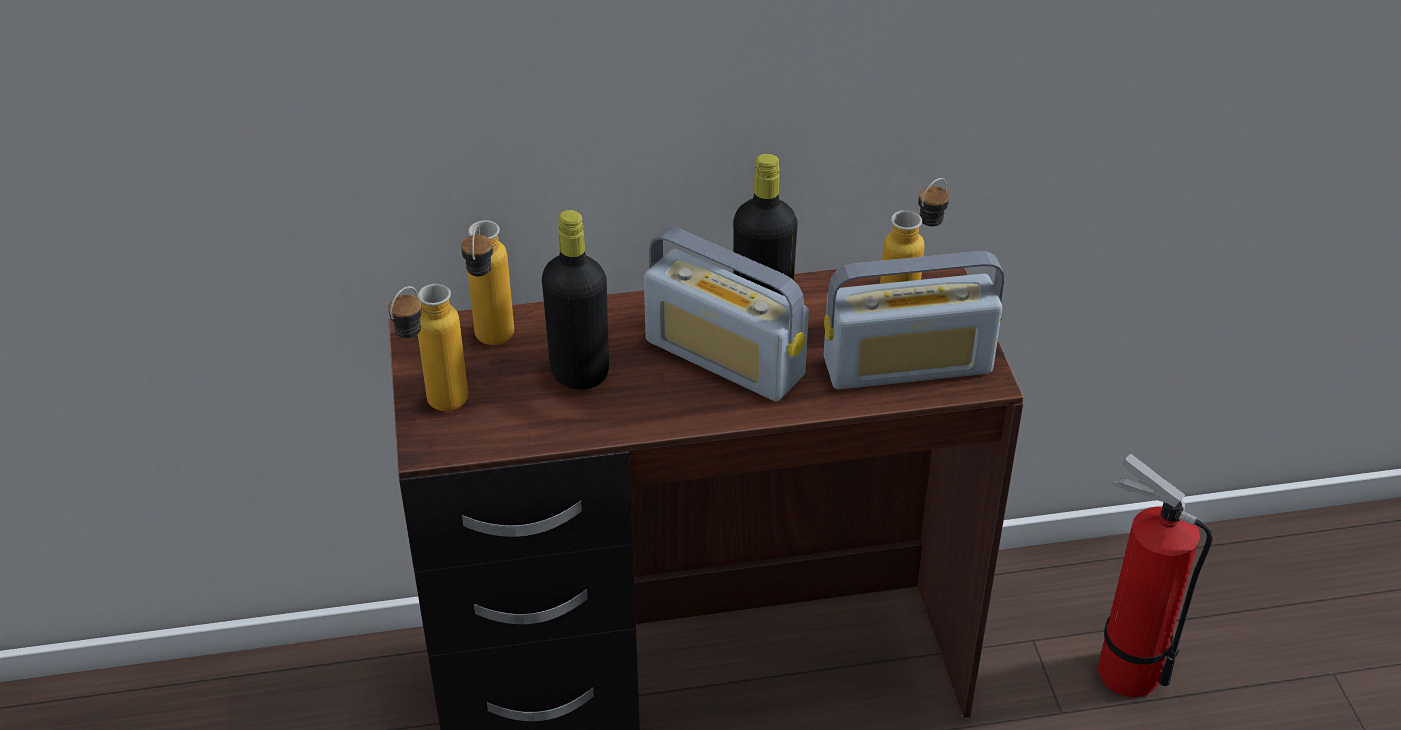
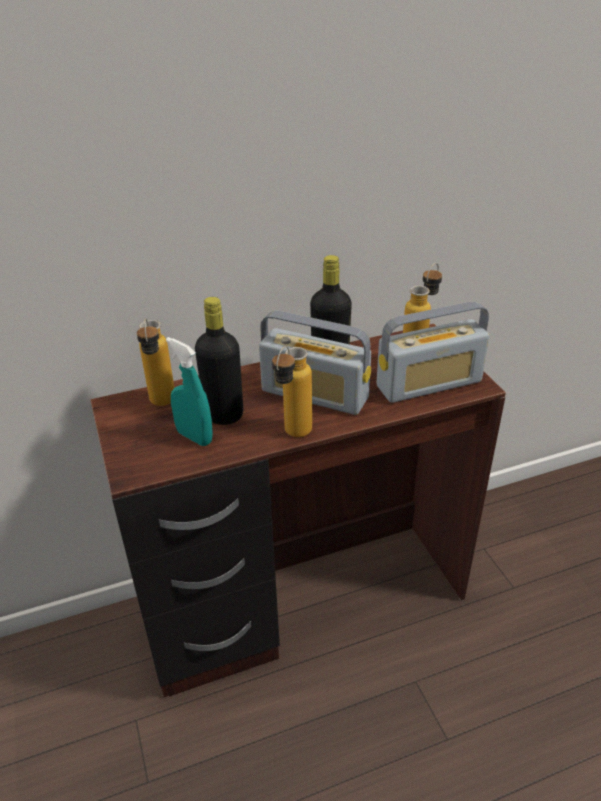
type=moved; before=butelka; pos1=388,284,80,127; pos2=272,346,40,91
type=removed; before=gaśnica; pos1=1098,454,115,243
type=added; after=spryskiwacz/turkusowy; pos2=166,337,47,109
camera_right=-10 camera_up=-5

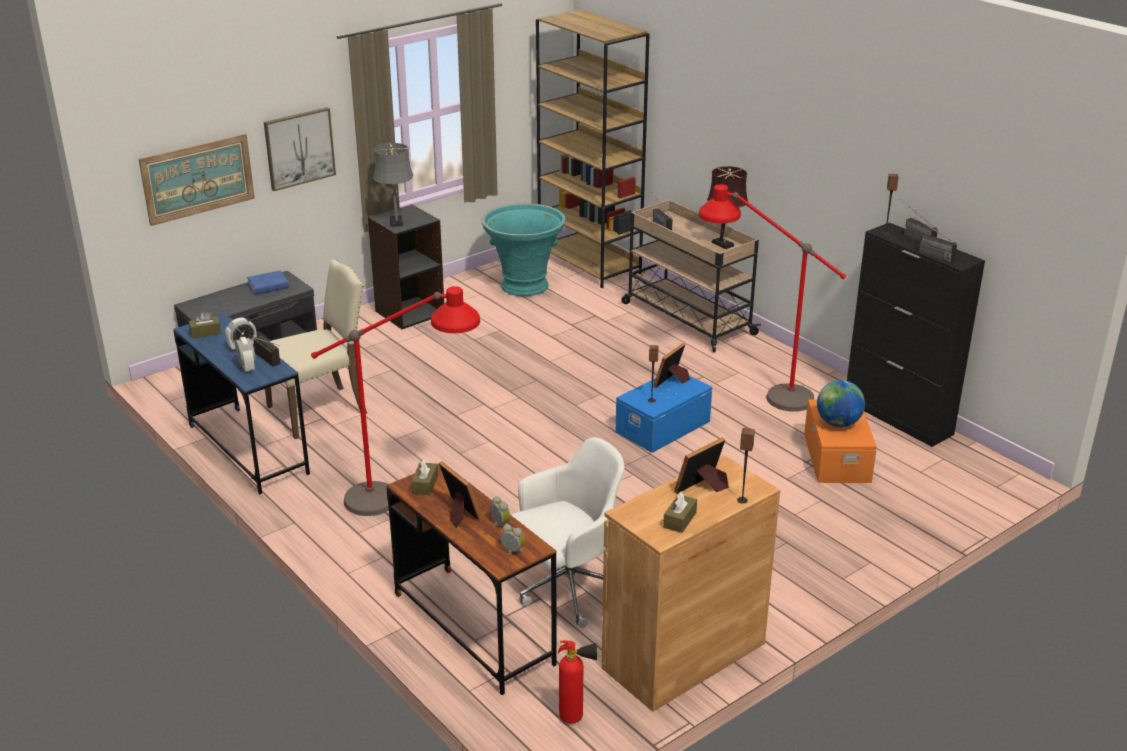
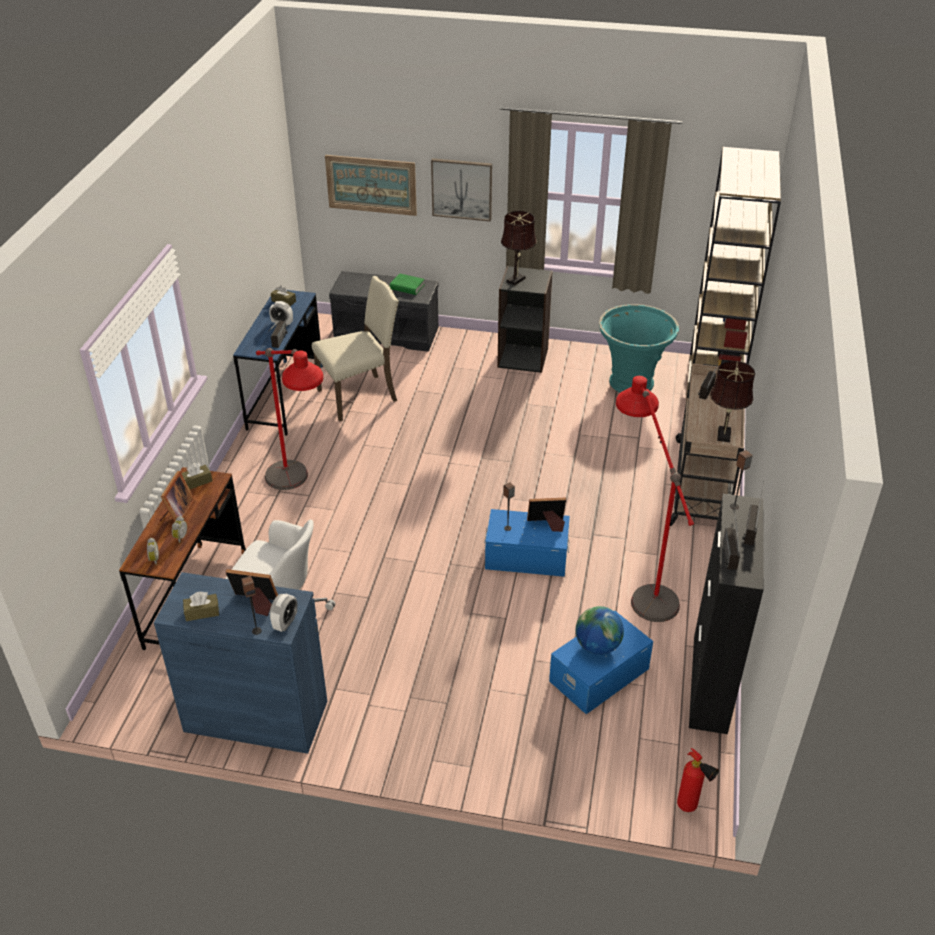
type=recoloured; before=lampa stołowa/szary; after=lampa stołowa/brązowy; pos1=373,143,40,84; pos2=501,211,36,74
type=turned; before=krzesło/beżowy; pos1=265,260,102,179; pos2=312,276,87,146; turn=-45
type=recoloured; before=książka/niebieski; after=książka/zielony; pos1=247,271,42,24; pos2=390,273,35,22
type=moved; before=budzik; pos1=235,337,20,35; pos2=270,593,28,39
type=recoloured; before=pojemnik do przechowywania/pomarańczowy; after=pojemnik do przechowywania/niebieski; pos1=804,399,73,84; pos2=549,611,104,103
type=recoloured; before=szafka/brązowy; after=szafka/niebieski; pos1=601,455,179,257; pos2=154,572,173,182
type=moved; before=gaśnica; pos1=558,640,39,83; pos2=677,748,42,64
camera_right=50 camera_up=10

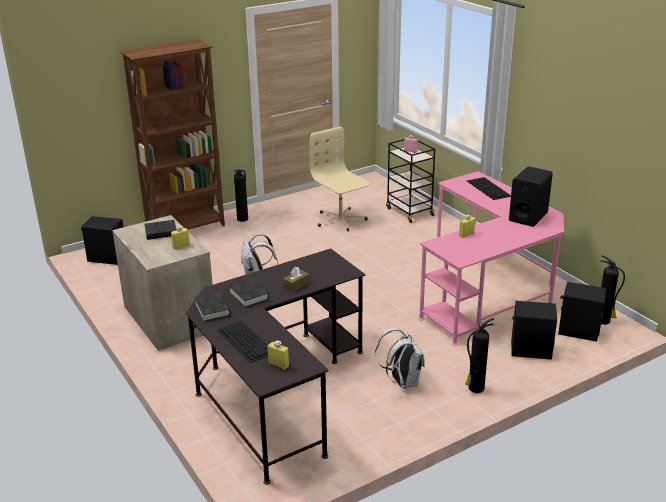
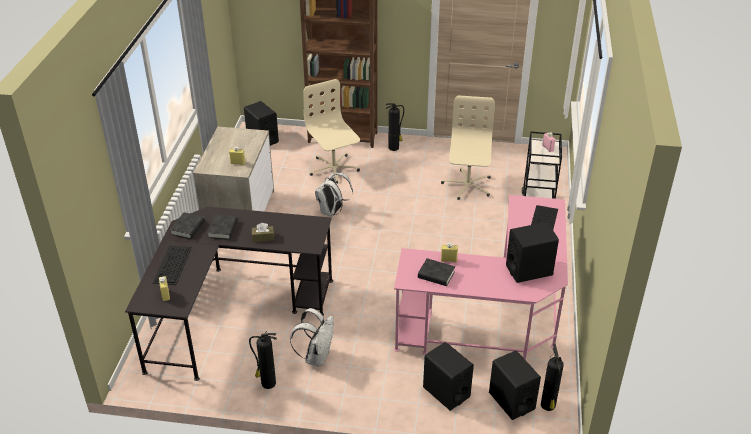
type=moved; before=książka/czarny; pos1=144,220,33,20; pos2=418,258,37,28
type=moved; before=gaśnica; pos1=465,318,29,75; pos2=249,331,28,58
type=added; after=krzesło biurowe/beżowy; pos2=303,79,57,105
camera_right=40 camera_up=10

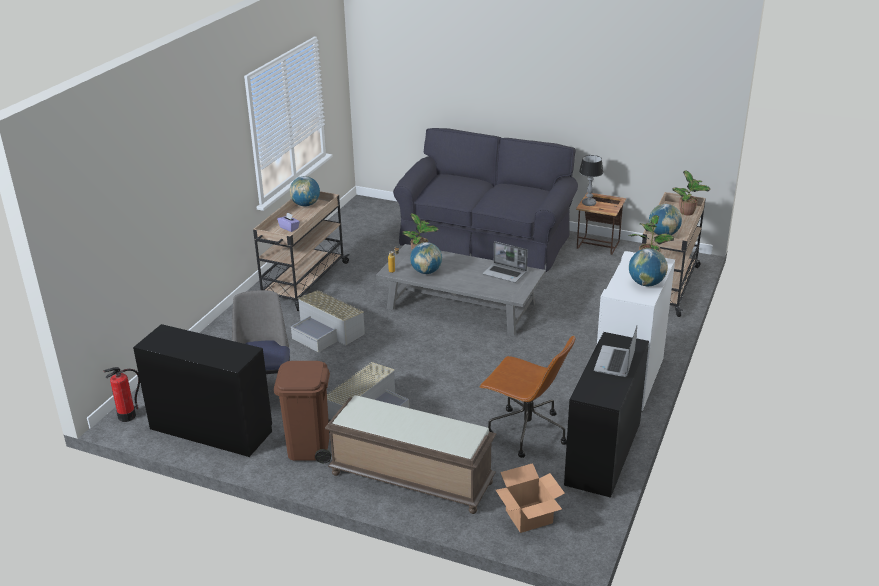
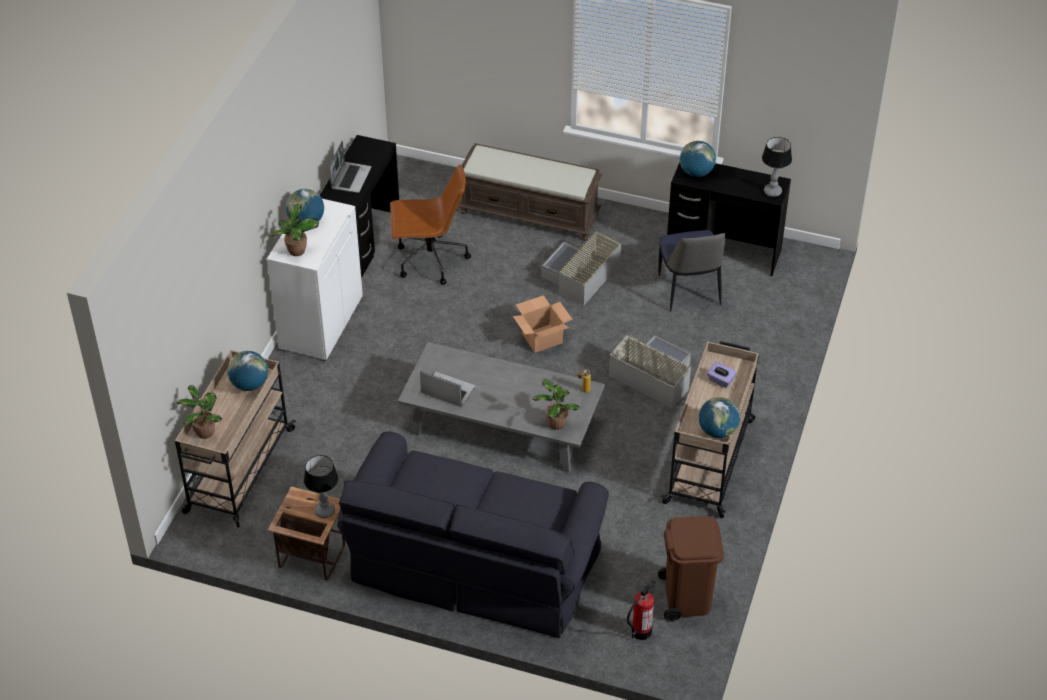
type=moved; before=globus; pos1=410,242,32,32; pos2=680,141,36,36
type=turned; before=krzesło biurowe/brązowy; pos1=479,335,96,123; pos2=390,165,81,120; turn=150
type=moved; before=kosz na śmieci/brązowy; pos1=274,361,57,103; pos2=658,516,66,105
type=moved; before=gaśnica; pos1=103,367,37,55; pos2=627,579,30,61
type=moved; before=karton; pos1=496,463,69,70; pos2=513,295,60,58
type=added; after=lampa stołowa; pos2=762,137,30,60
camera_right=175 camera_up=15

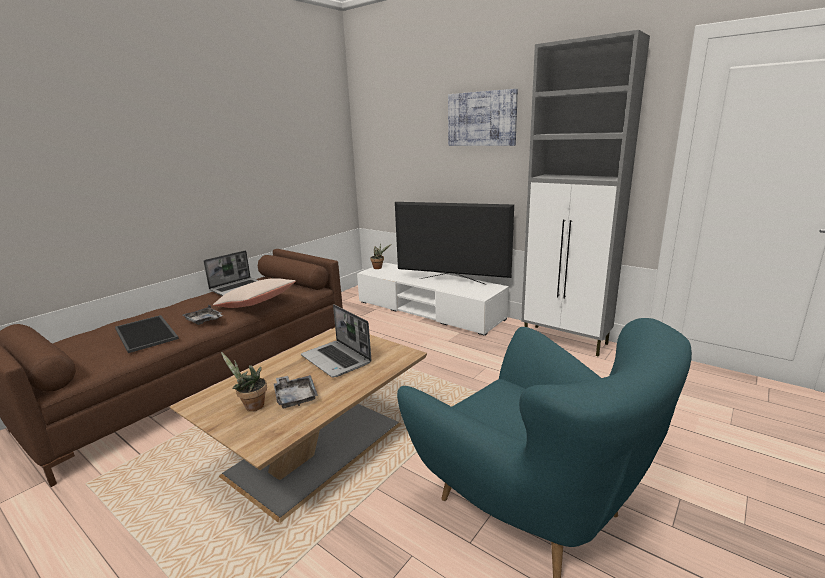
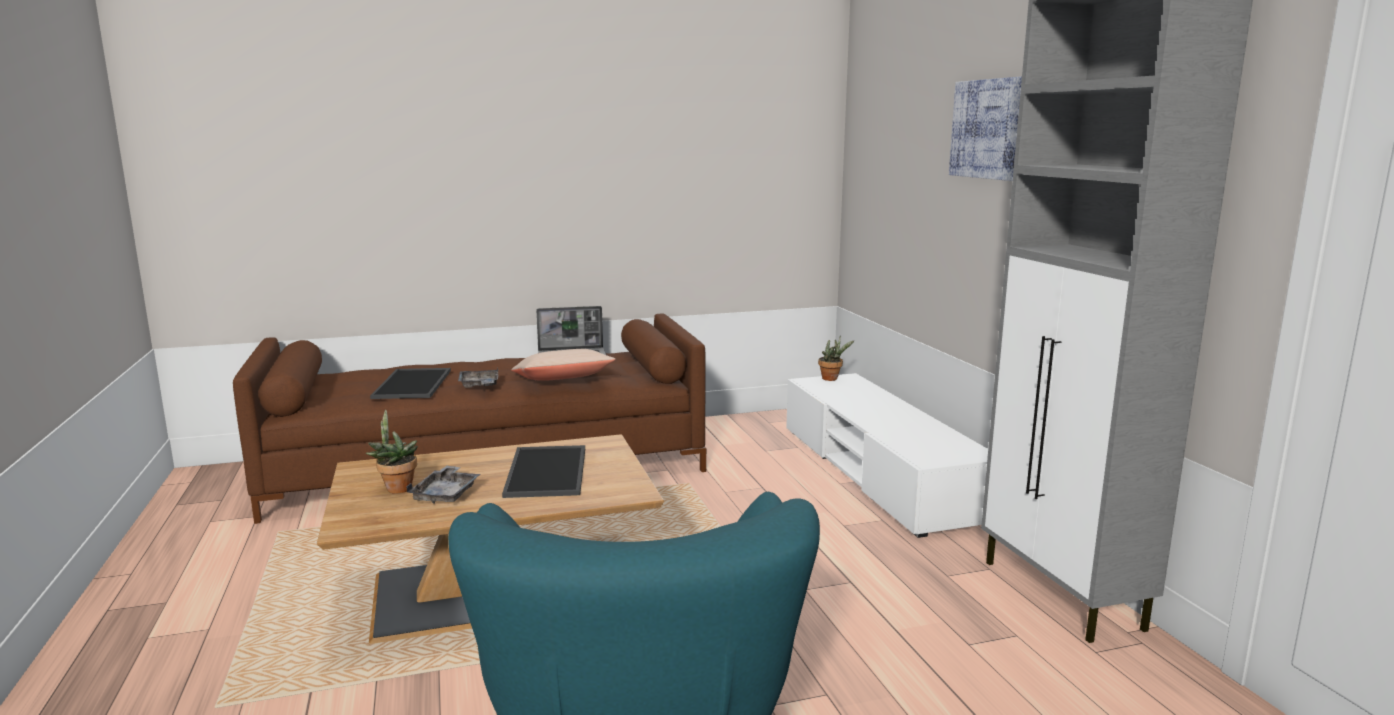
type=removed; before=telewizor; pos1=395,202,119,83
type=replaced; before=laptop; after=taca; pos1=301,304,71,73; pos2=502,445,83,53
camera_right=35 camera_up=-5

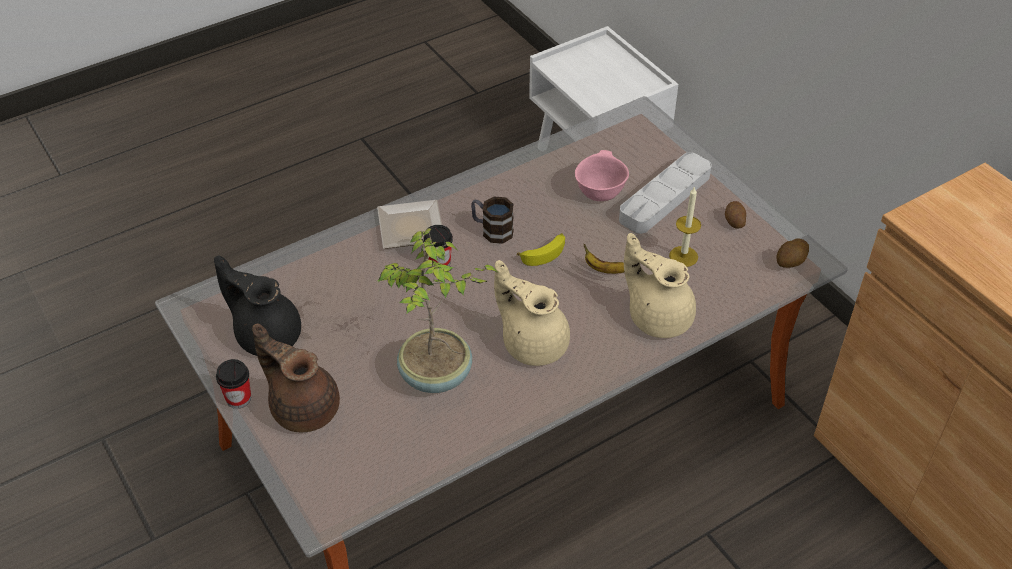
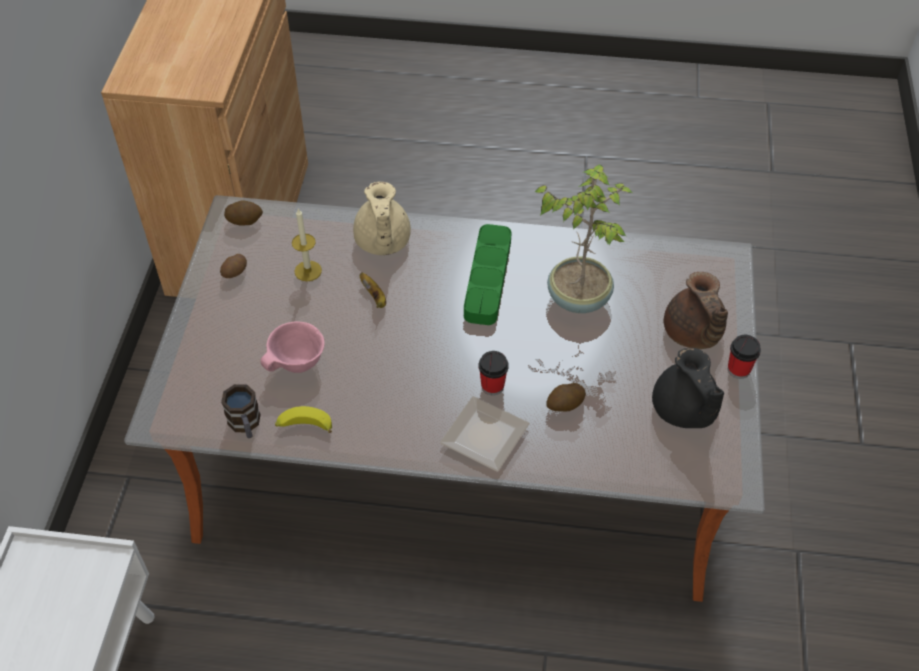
type=removed; before=taca/szary; pos1=619,152,93,82
type=moved; before=kubek; pos1=471,197,43,47; pos2=221,384,40,54
type=moved; before=banan; pos1=517,233,48,33; pos2=275,406,57,27
type=replaced; before=imbryk/beżowy; after=taca/zielony; pos1=494,260,76,106; pos2=464,224,48,101
type=added; after=ziemniak; pos2=546,383,40,29
camera_right=-140 camera_up=5

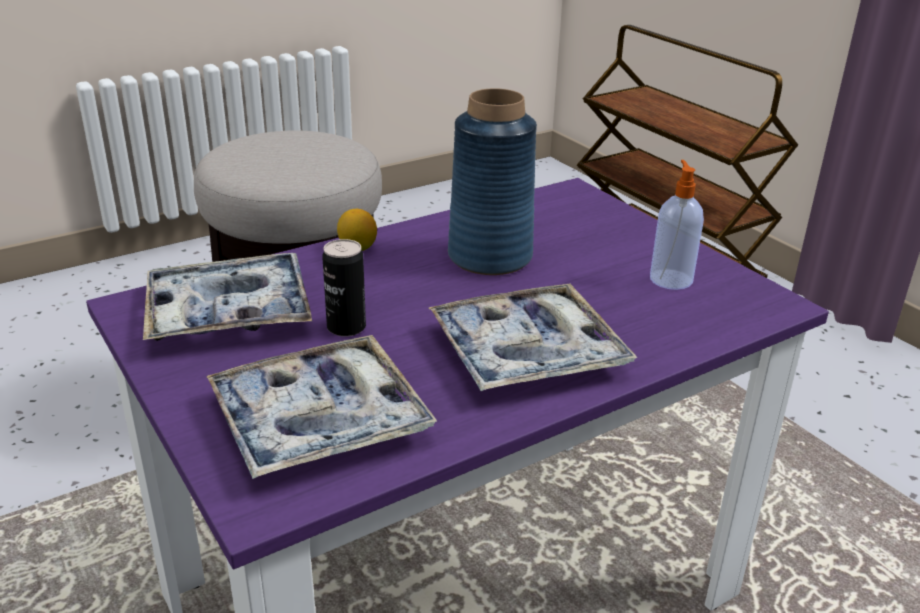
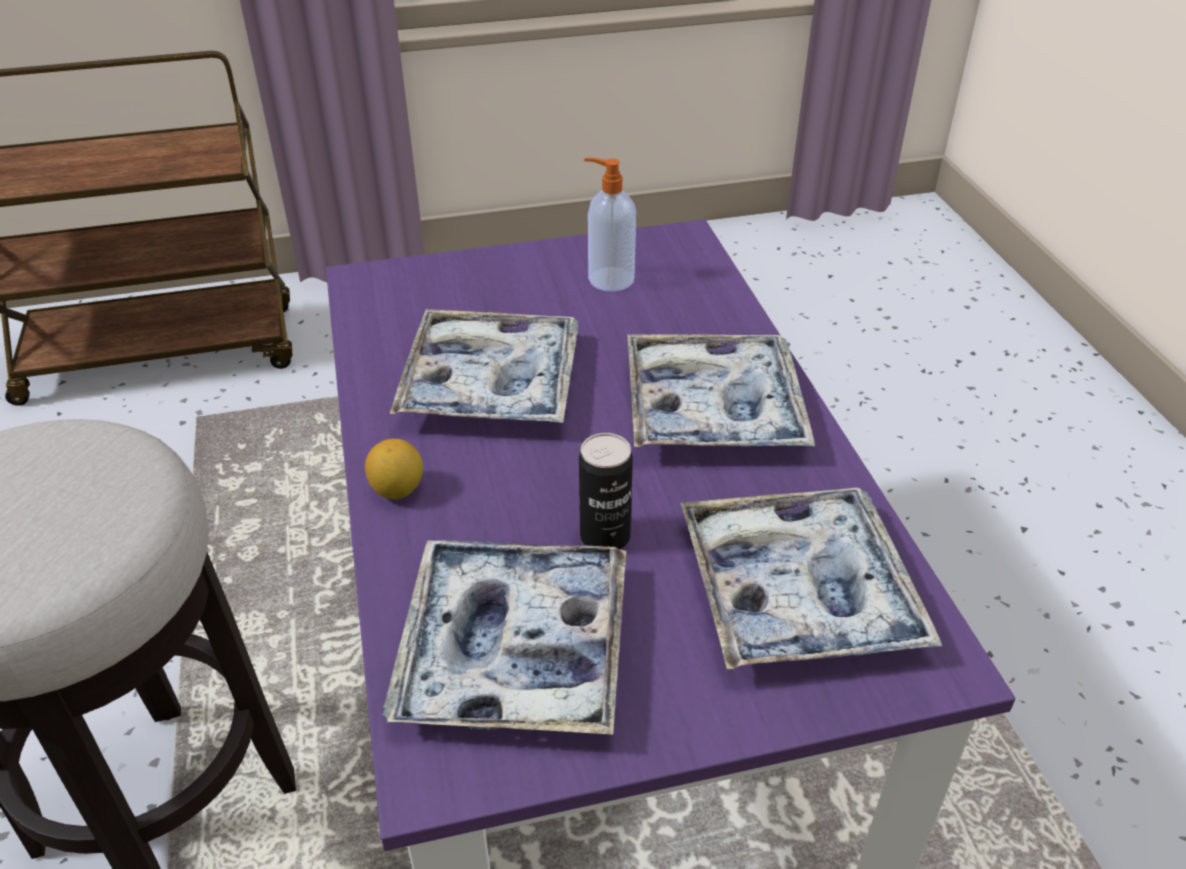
type=replaced; before=wazon/niebieski; after=taca; pos1=448,88,89,187; pos2=390,309,188,114
camera_right=-70 camera_up=10

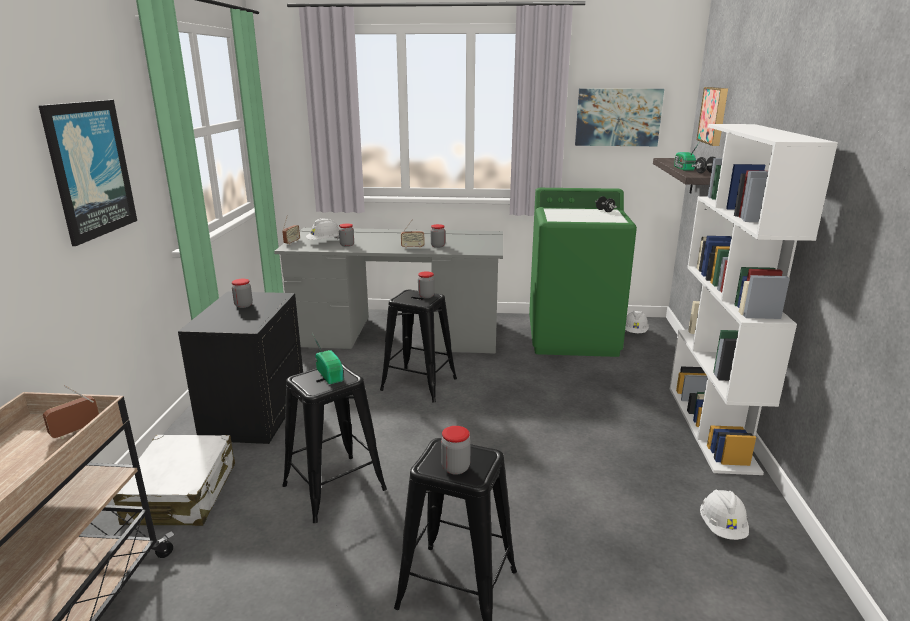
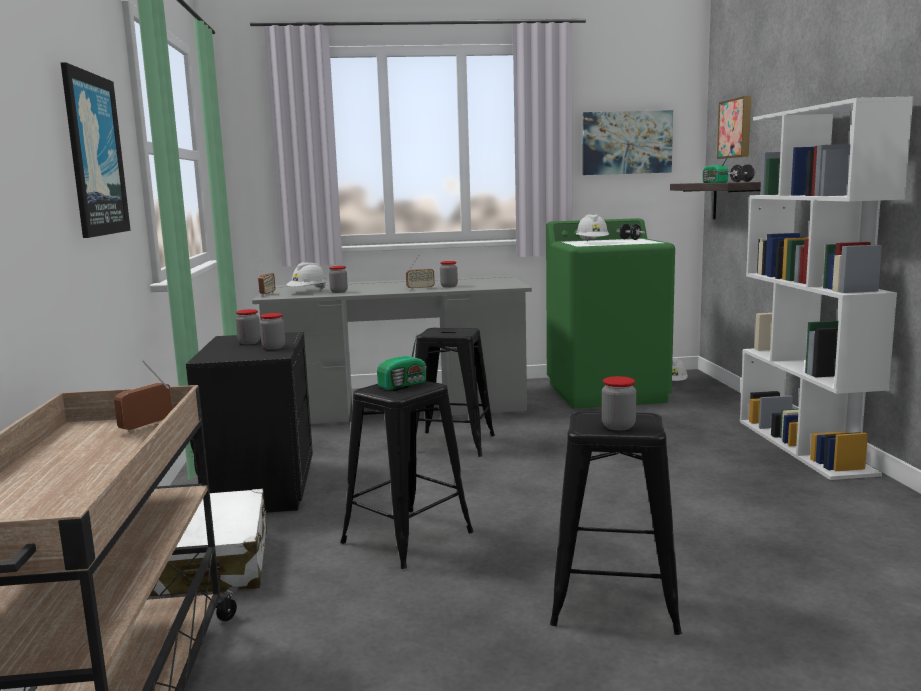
type=moved; before=słoik; pos1=418,271,17,27; pos2=260,313,25,37
type=turned; before=radio; pos1=312,333,32,51; pos2=377,333,50,57; turn=90
type=moved; before=kask/biały; pos1=700,490,49,50; pos2=576,214,33,28
camera_right=-10 camera_up=-10

